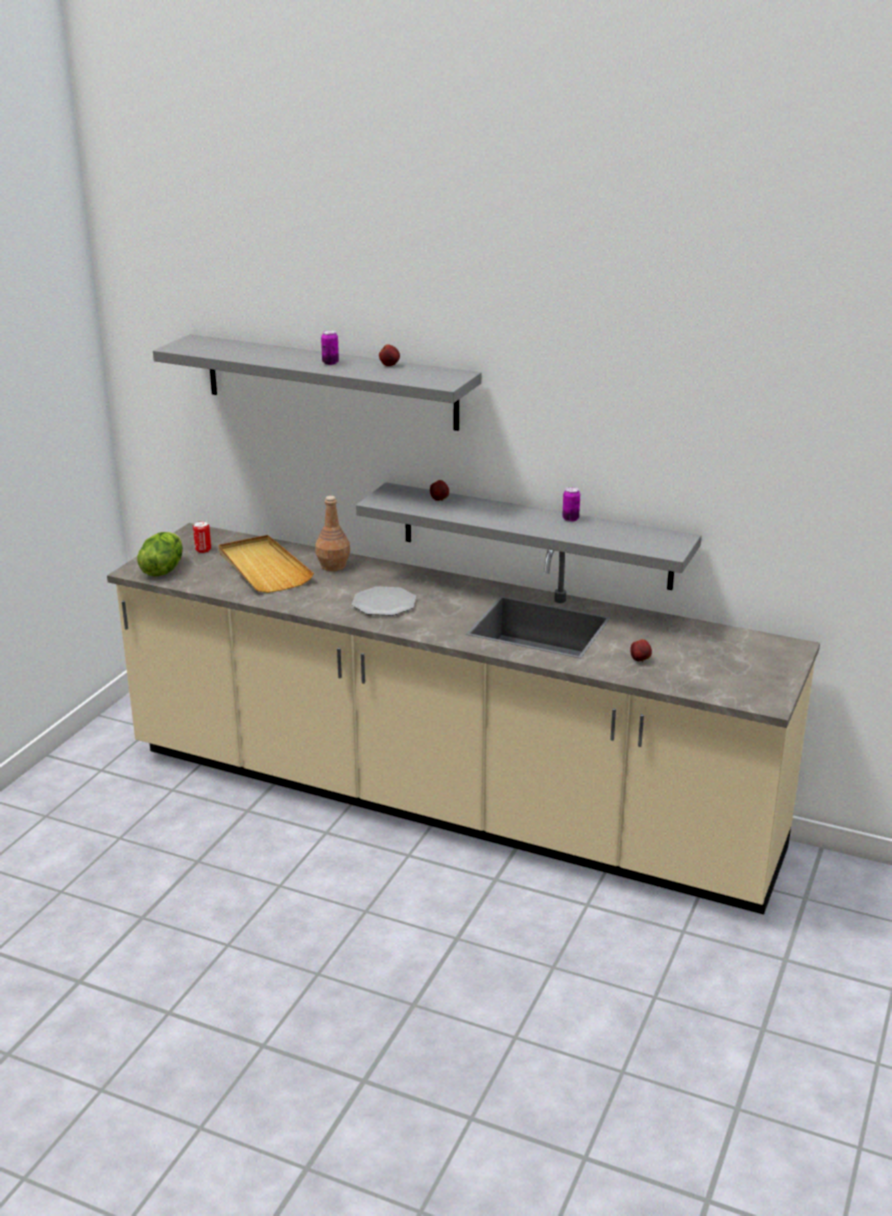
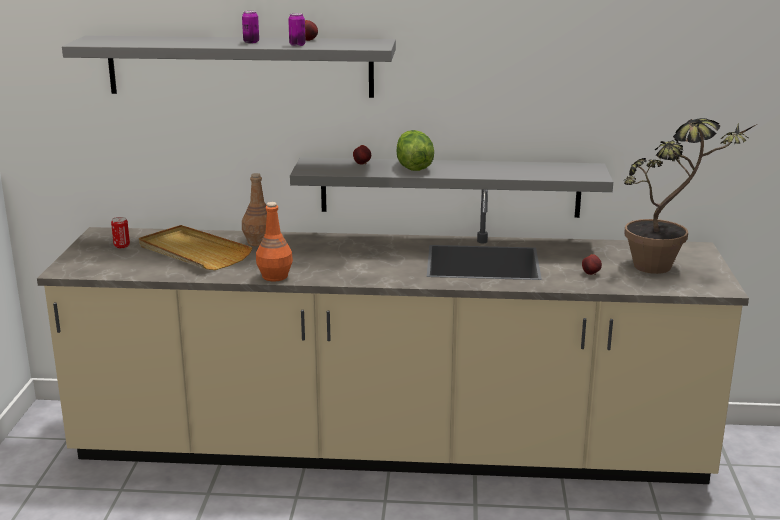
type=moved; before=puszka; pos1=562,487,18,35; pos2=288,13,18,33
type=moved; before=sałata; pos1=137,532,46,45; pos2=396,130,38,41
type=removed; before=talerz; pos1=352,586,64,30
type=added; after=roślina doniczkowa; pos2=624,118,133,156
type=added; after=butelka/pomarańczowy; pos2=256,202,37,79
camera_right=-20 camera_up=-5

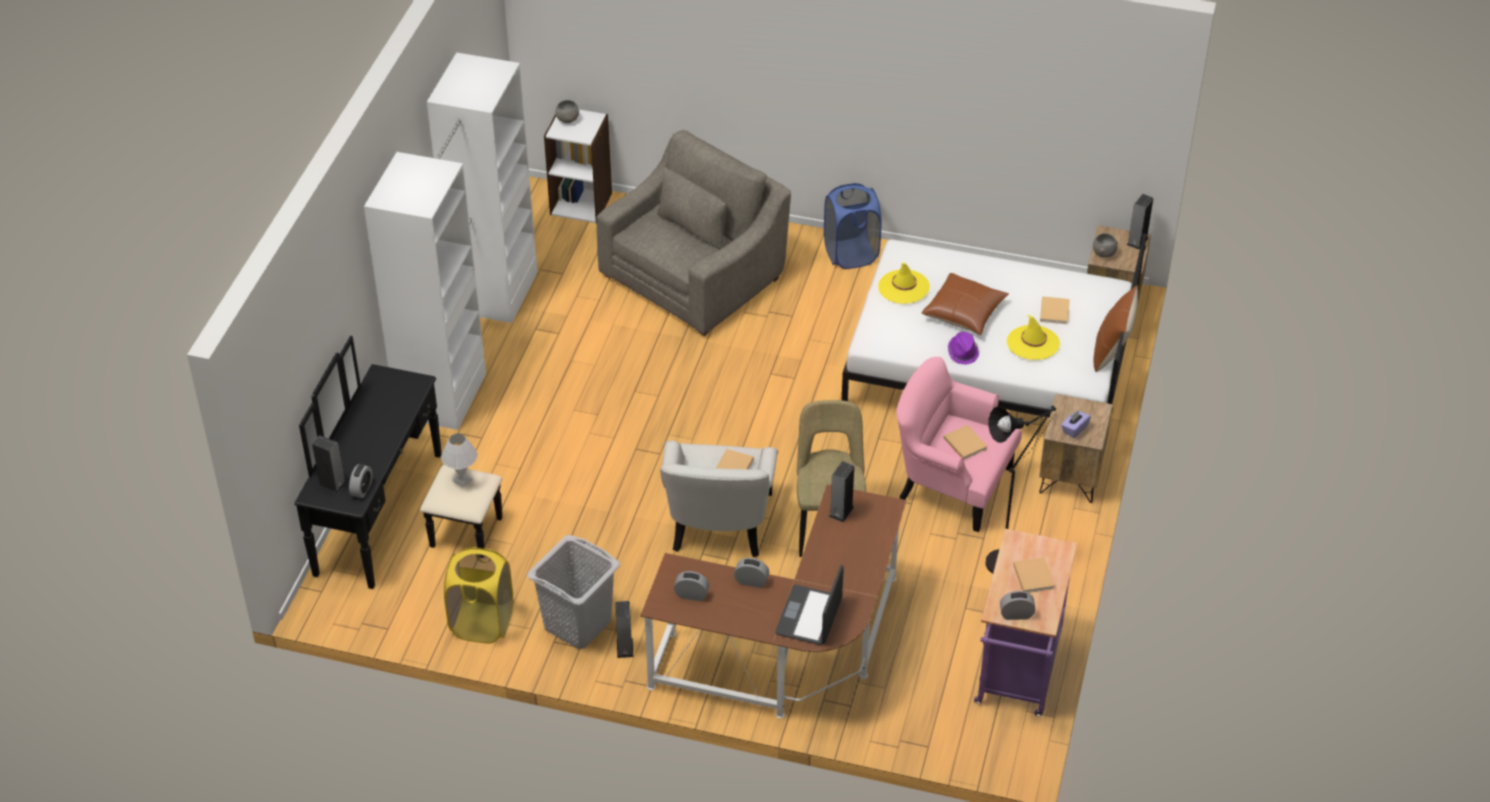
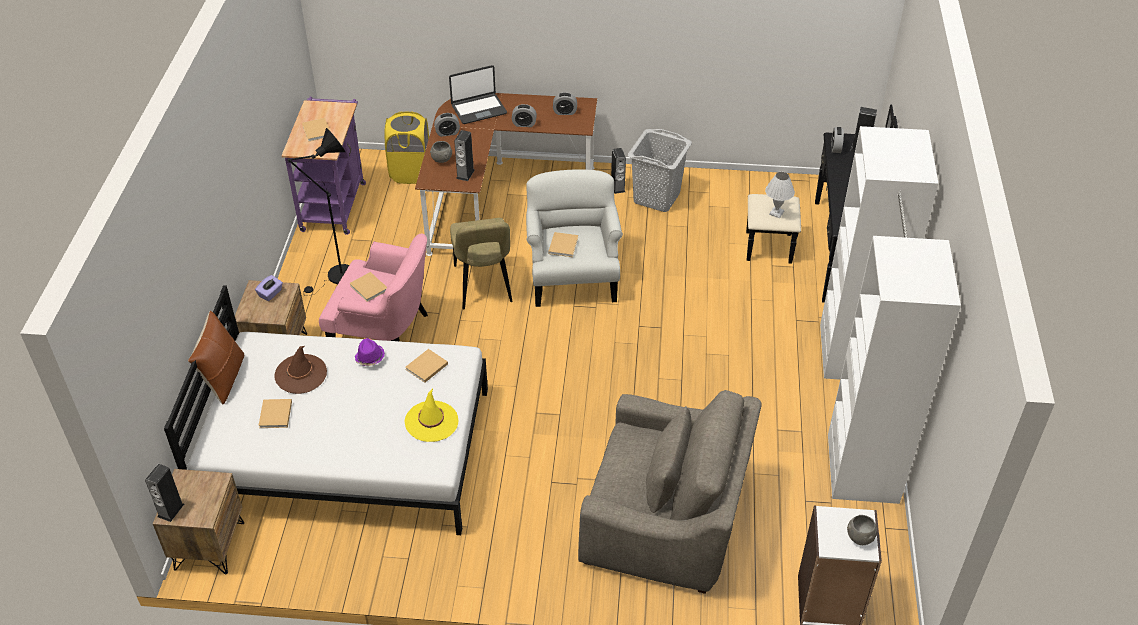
type=turned; before=fotel/szary; pos1=596,130,195,206; pos2=578,390,184,204; turn=-105
type=removed; before=kosz na pranie/niebieski; pos1=824,183,57,86
type=moved; before=miska/szary; pos1=1093,233,25,25; pos2=430,141,22,22
type=removed; before=poduszka/brązowy; pos1=921,273,88,62
type=recoloured; before=kapelusz/żółty; after=kapelusz/brązowy; pos1=1007,315,53,45; pos2=274,346,53,48
type=moved; before=kosz na pranie/żółty; pos1=444,547,69,96; pos2=384,111,45,73
type=turned; before=laptop; pos1=775,565,69,80; pos2=449,65,58,59; turn=60
type=moved; before=budzik; pos1=1000,591,35,29; pos2=434,113,26,24
type=added; after=książka/beżowy; pos2=405,349,43,34
camera_right=170 camera_up=0

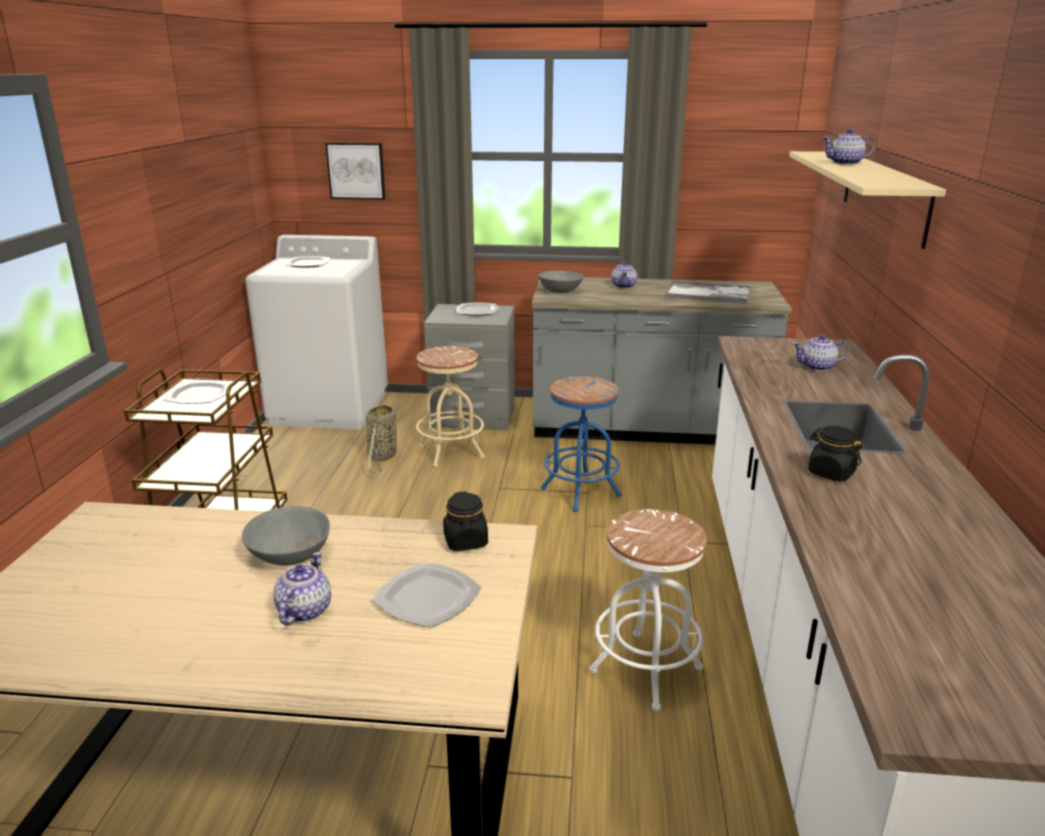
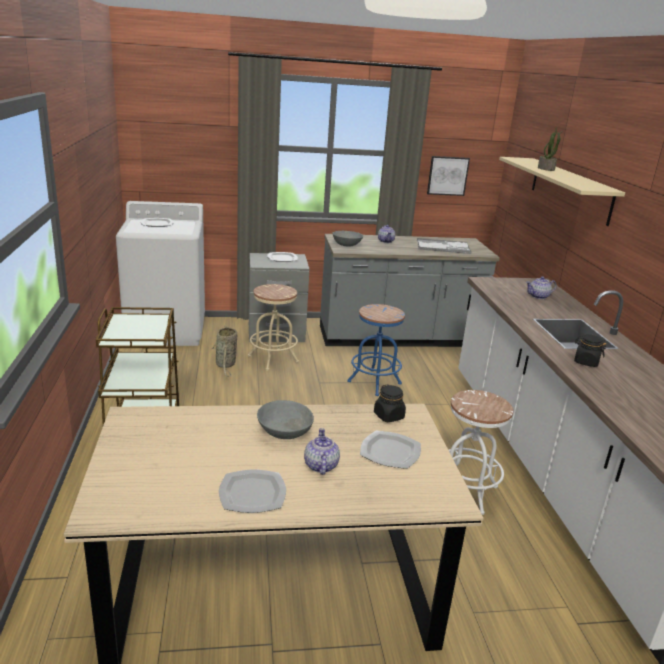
type=replaced; before=imbryk; after=roślina doniczkowa; pos1=823,129,52,36; pos2=538,128,25,43
type=moved; before=obraz; pos1=325,142,60,58; pos2=427,156,43,40
type=moved; before=talerz; pos1=163,381,69,23; pos2=219,469,67,44
camera_right=-15 camera_up=0

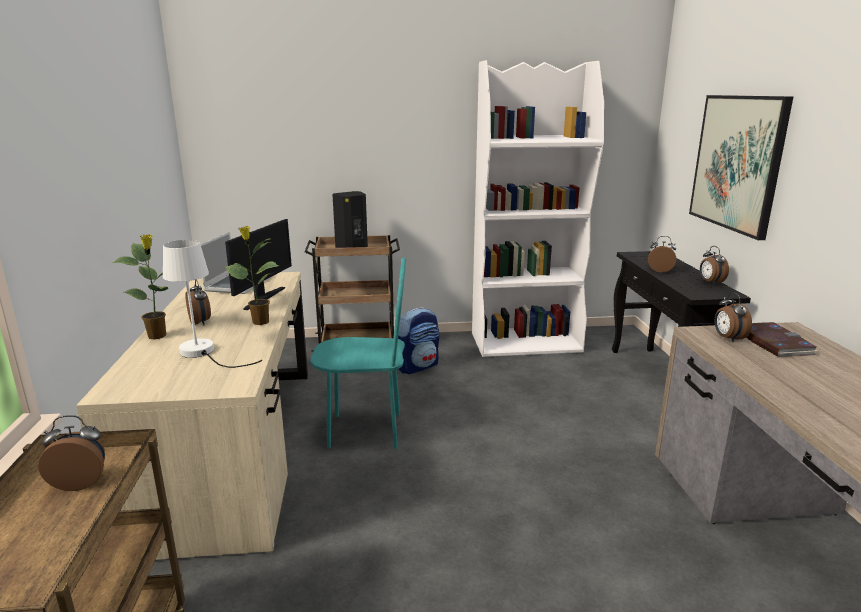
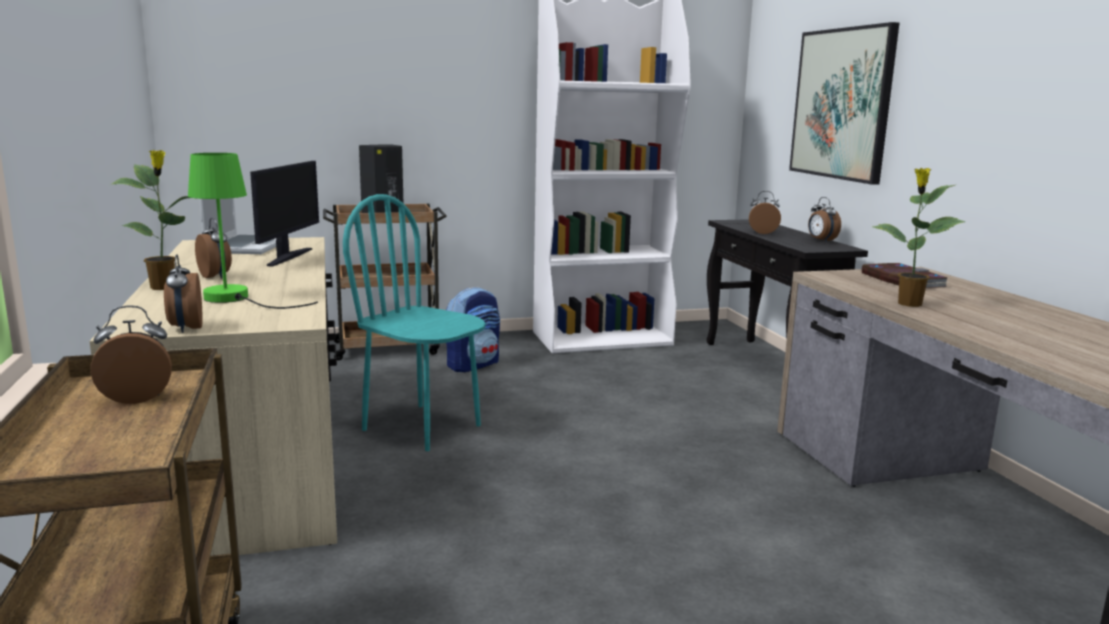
type=moved; before=roślina doniczkowa; pos1=225,226,54,99; pos2=873,168,93,139
type=recoloured; before=lampa stołowa/biały; after=lampa stołowa/zielony; pos1=163,240,99,128; pos2=188,153,130,156
type=turned; before=krzesło/turkusowy; pos1=311,257,95,192; pos2=343,194,143,257; turn=-135
type=moved; before=budzik; pos1=715,292,37,50; pos2=164,254,39,79
camera_right=-10 camera_up=-5

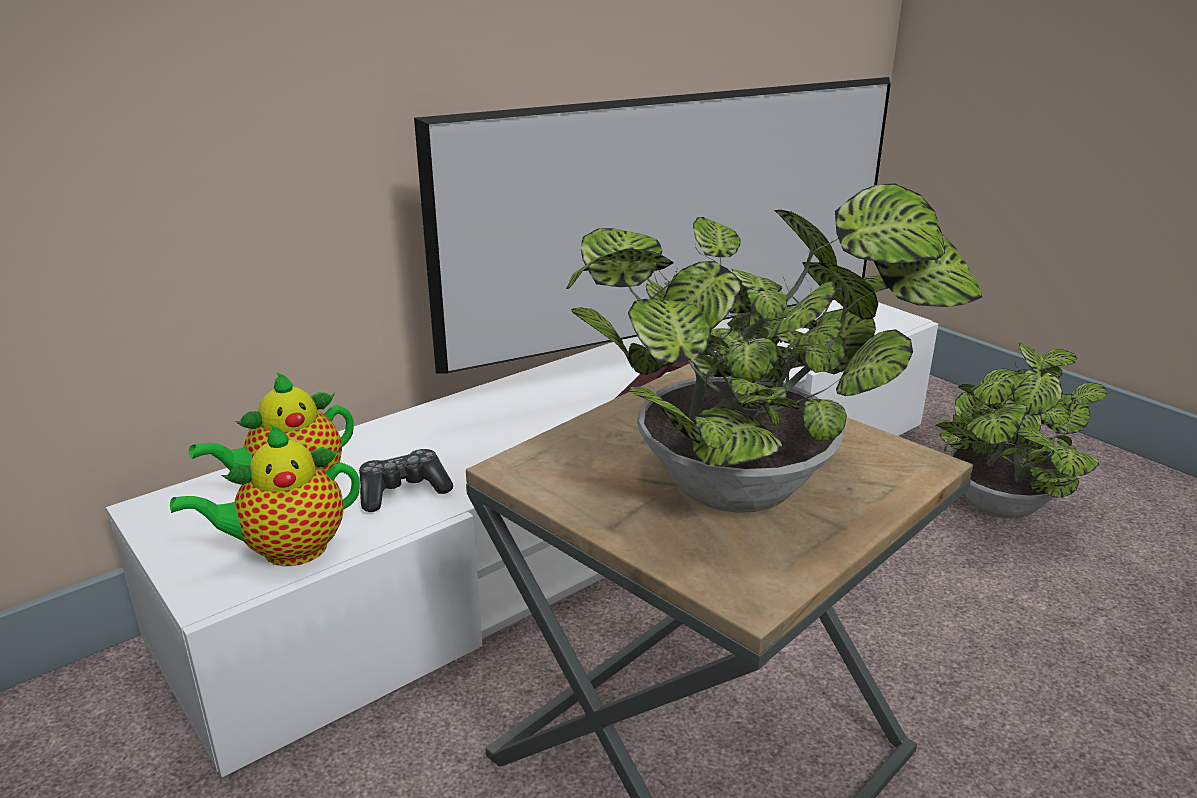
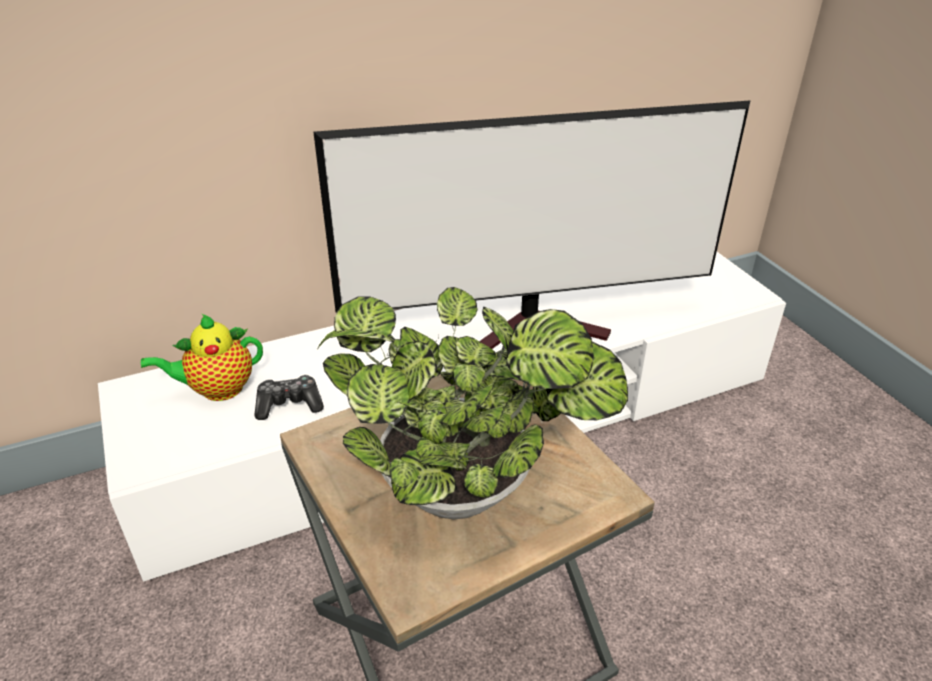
type=removed; before=roślina doniczkowa; pos1=936,342,171,177
type=removed; before=imbryk; pos1=170,424,190,142
camera_right=15 camera_up=10

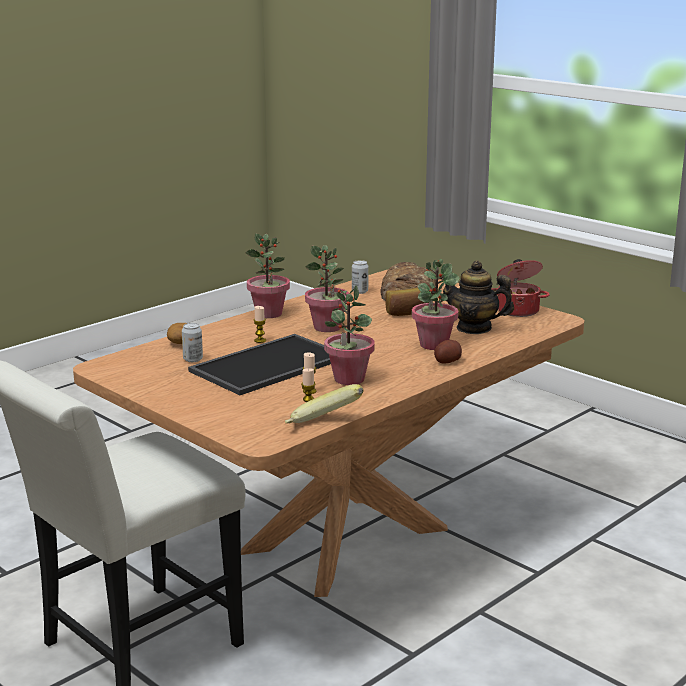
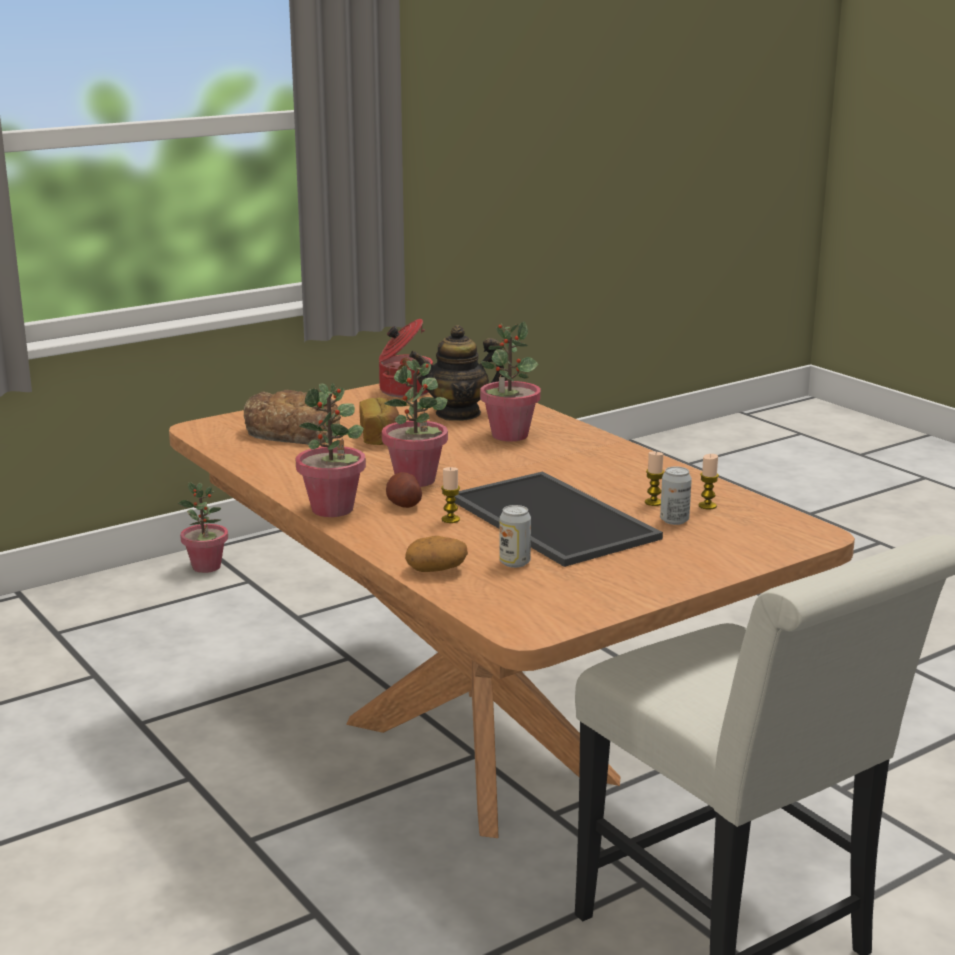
type=moved; before=puszka; pos1=352,260,17,34; pos2=660,466,32,59
type=turned; before=imbryk; pos1=441,260,73,74; pos2=409,325,99,96; turn=45
type=moved; before=roślina doniczkowa; pos1=324,285,51,100; pos2=178,482,50,91
type=moved; before=ziemniak; pos1=434,340,28,24; pos2=386,472,36,36
type=removed; before=banan; pos1=285,384,79,39
camera_right=-80 camera_up=0

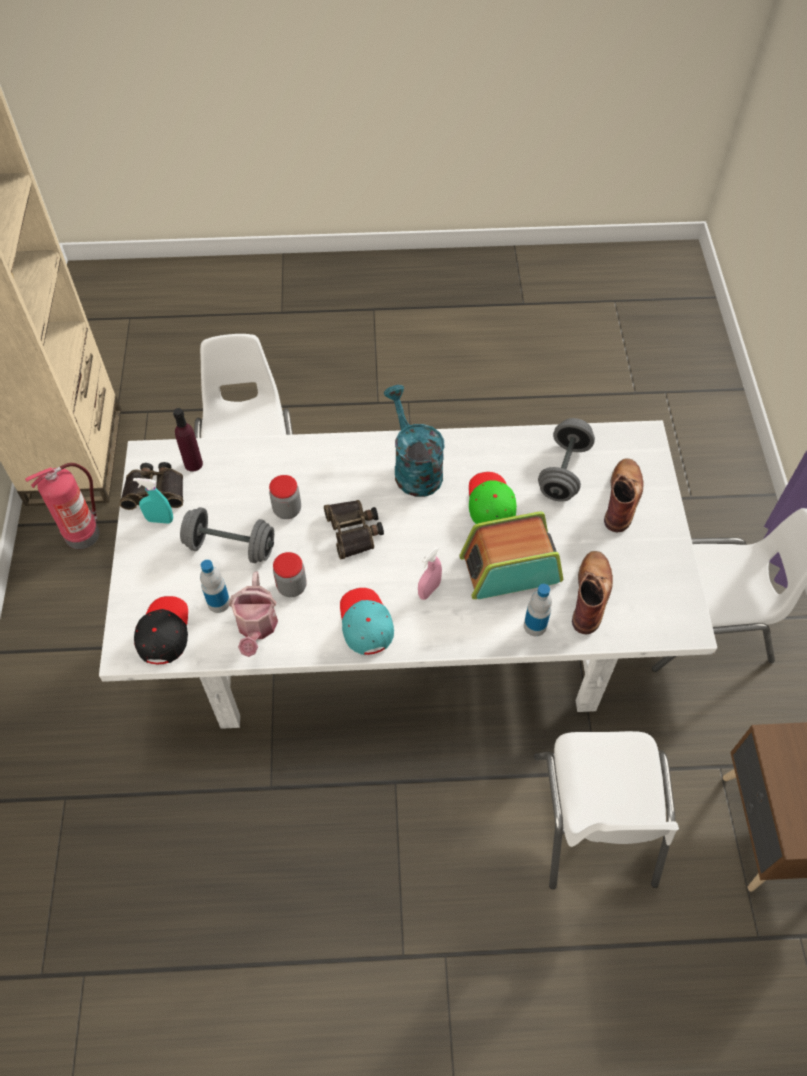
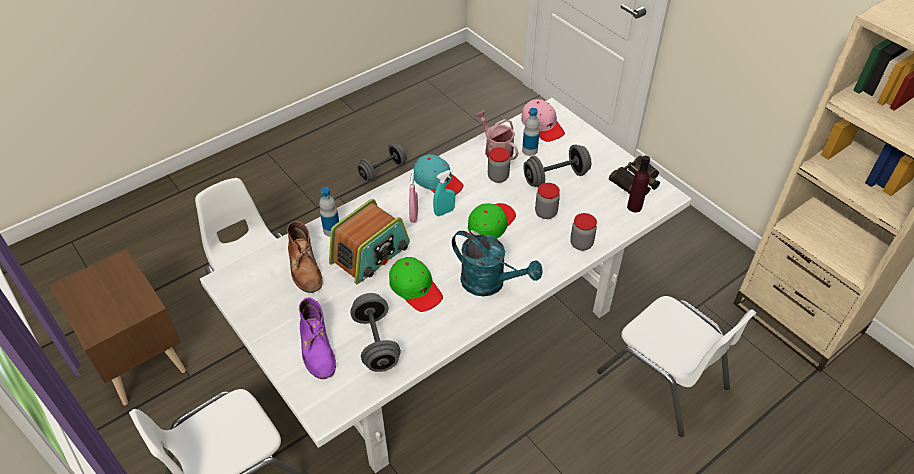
type=recoloured; before=but z cholewką/brązowy; after=but z cholewką/fioletowy; pos1=604,458,39,74; pos2=299,298,37,81
type=removed; before=gaśnica; pos1=25,463,74,86
type=moved; before=spryskiwacz/turkusowy; pos1=133,478,40,46; pos2=433,169,22,47
type=replaced; before=lornetka; after=czapka z daszkiem/zielony; pos1=324,500,60,60; pos2=468,203,48,36
type=recoloured; before=czapka z daszkiem/czarny; after=czapka z daszkiem/różowy; pos1=134,596,54,68; pos2=521,99,44,43
type=added; after=hantel/szary; pos2=357,144,50,38
type=added; after=słoik; pos2=570,213,27,38
camera_right=145 camera_up=-10

